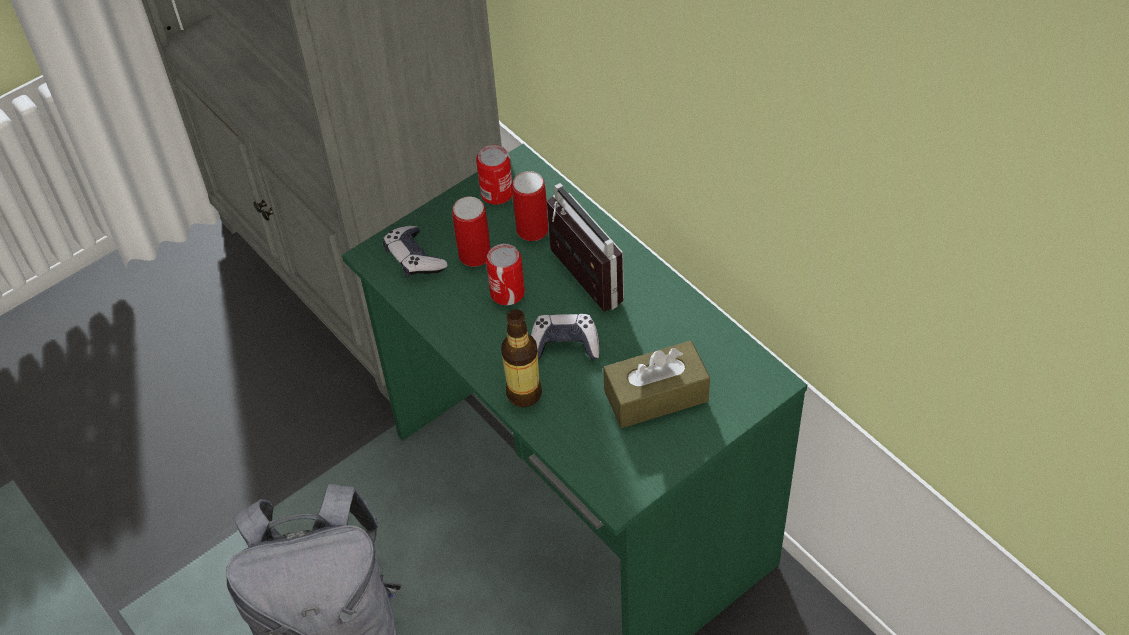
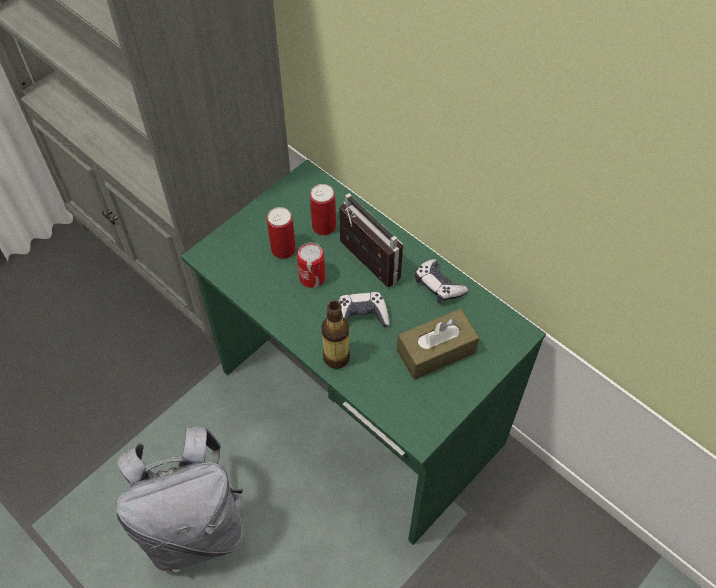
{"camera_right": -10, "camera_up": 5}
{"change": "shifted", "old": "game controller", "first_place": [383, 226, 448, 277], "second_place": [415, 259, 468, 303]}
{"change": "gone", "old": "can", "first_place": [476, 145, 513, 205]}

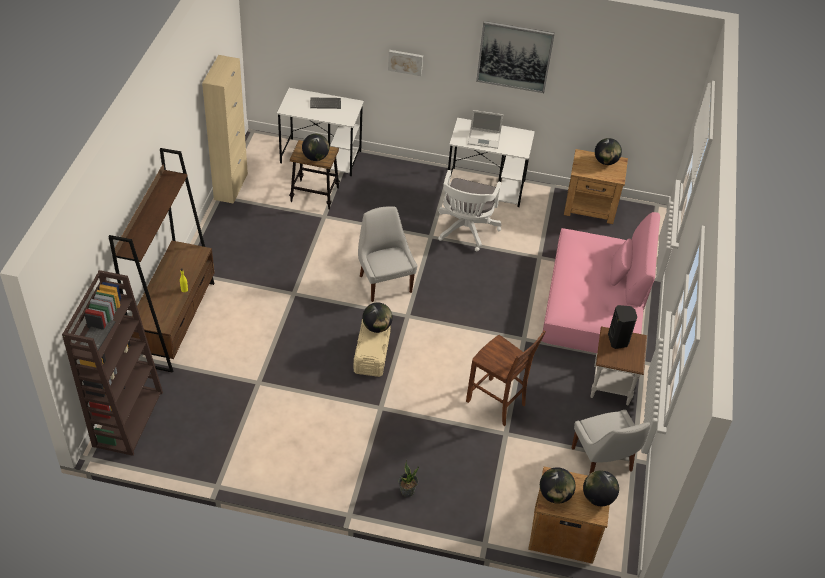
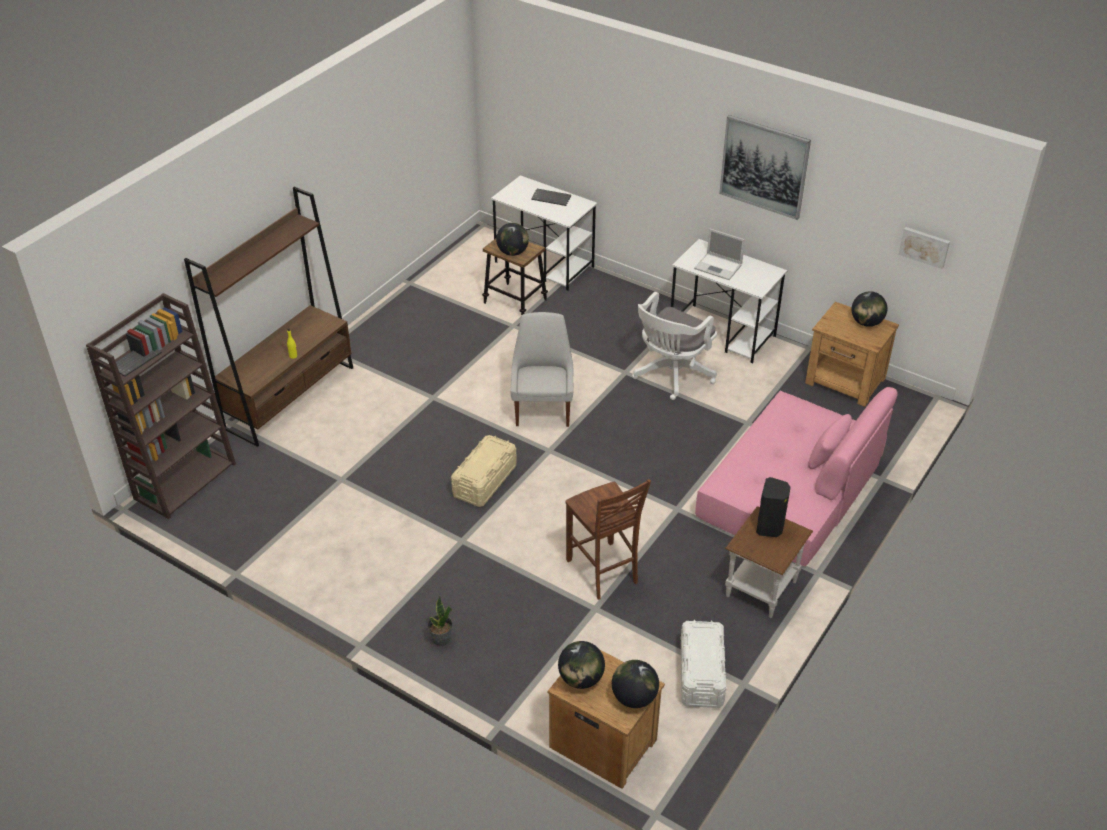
{"camera_right": 25, "camera_up": -5}
{"change": "swapped", "old": "white chair", "new": "white storage box", "first_place": [572, 410, 650, 474], "second_place": [681, 620, 727, 708]}
{"change": "shifted", "old": "picture", "first_place": [388, 50, 423, 76], "second_place": [898, 227, 950, 269]}
{"change": "gone", "old": "beige cabinet", "first_place": [202, 55, 248, 204]}
{"change": "gone", "old": "globe", "first_place": [362, 303, 393, 333]}

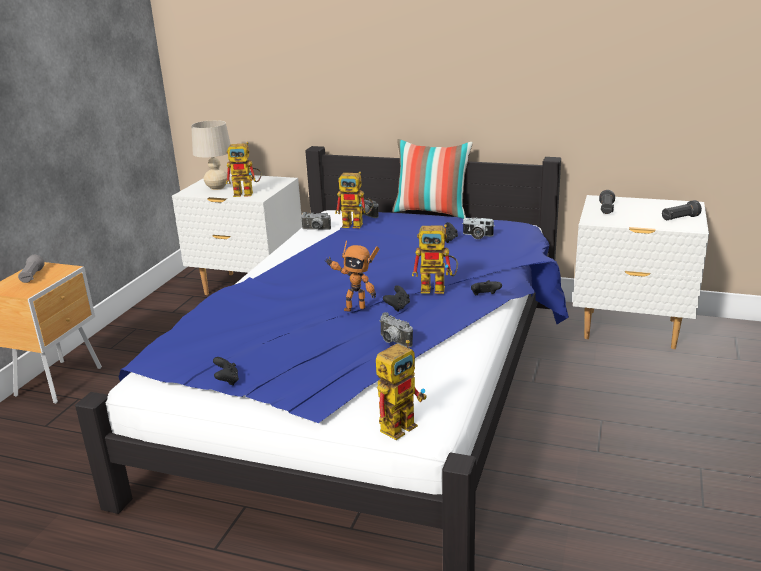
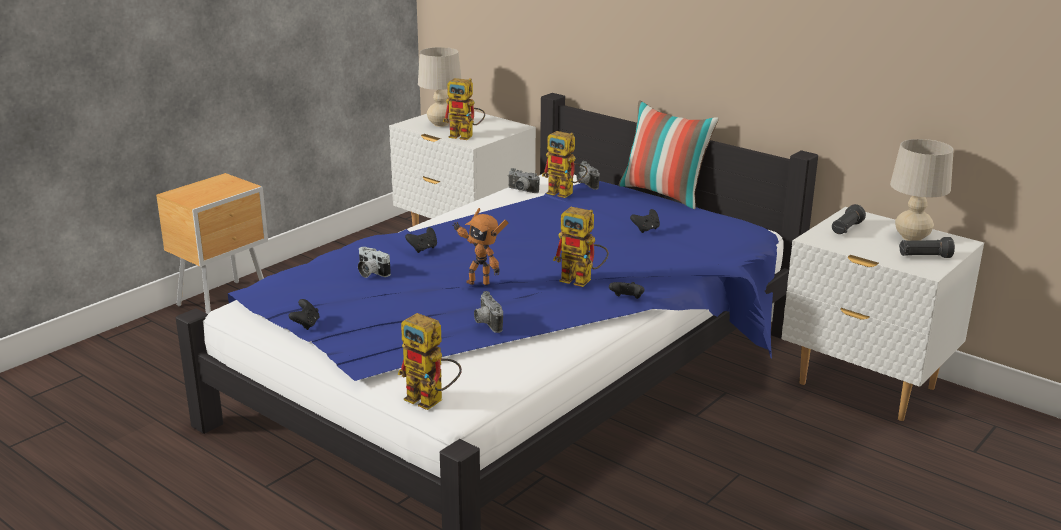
{"camera_right": 20, "camera_up": 0}
{"change": "shifted", "old": "photo camera", "first_place": [463, 218, 495, 239], "second_place": [358, 247, 391, 278]}
{"change": "rotated", "old": "toy robot", "first_place": [376, 340, 427, 440], "second_place": [398, 313, 462, 410], "degrees": 60}
{"change": "shifted", "old": "black game controller", "first_place": [383, 285, 410, 312], "second_place": [405, 227, 437, 253]}
{"change": "new", "new": "beige table lamp", "second_place": [890, 139, 954, 241]}
{"change": "gone", "old": "grey flashlight", "first_place": [18, 255, 45, 283]}

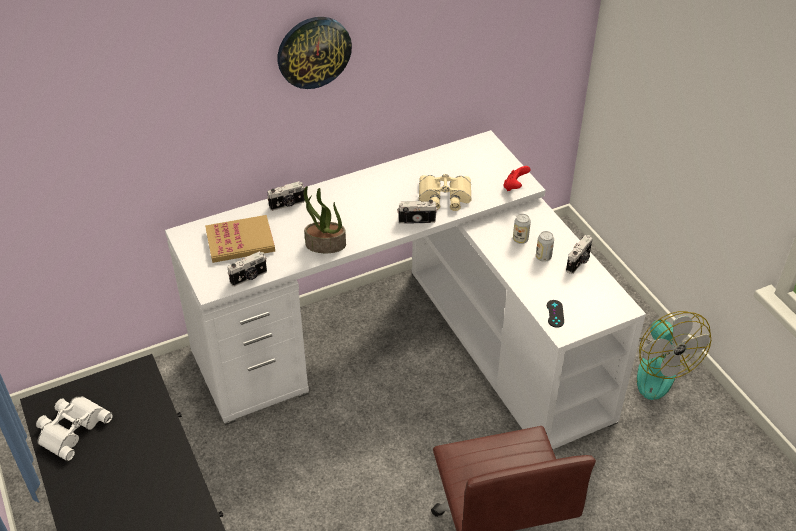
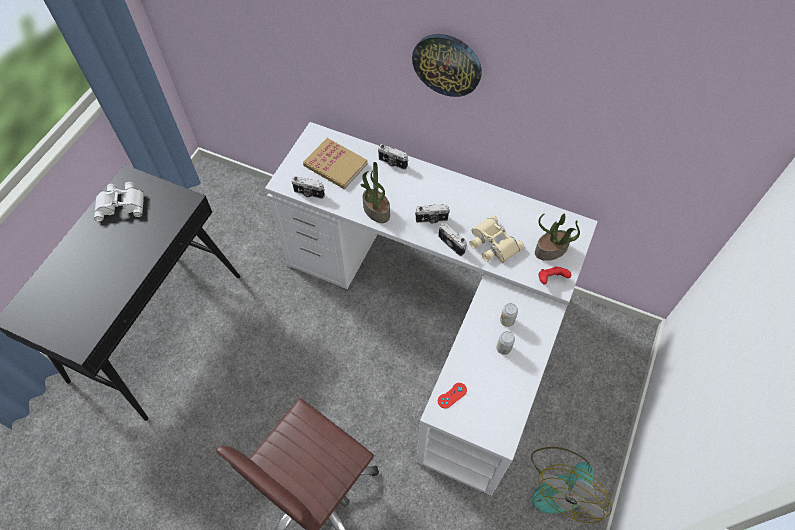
{"camera_right": 50, "camera_up": 15}
{"change": "shifted", "old": "photo camera", "first_place": [566, 235, 593, 274], "second_place": [415, 204, 450, 224]}
{"change": "repainted", "old": "black game controller", "new": "red game controller", "first_place": [547, 300, 564, 328], "second_place": [438, 383, 467, 408]}
{"change": "new", "new": "potted plant", "second_place": [535, 214, 580, 261]}

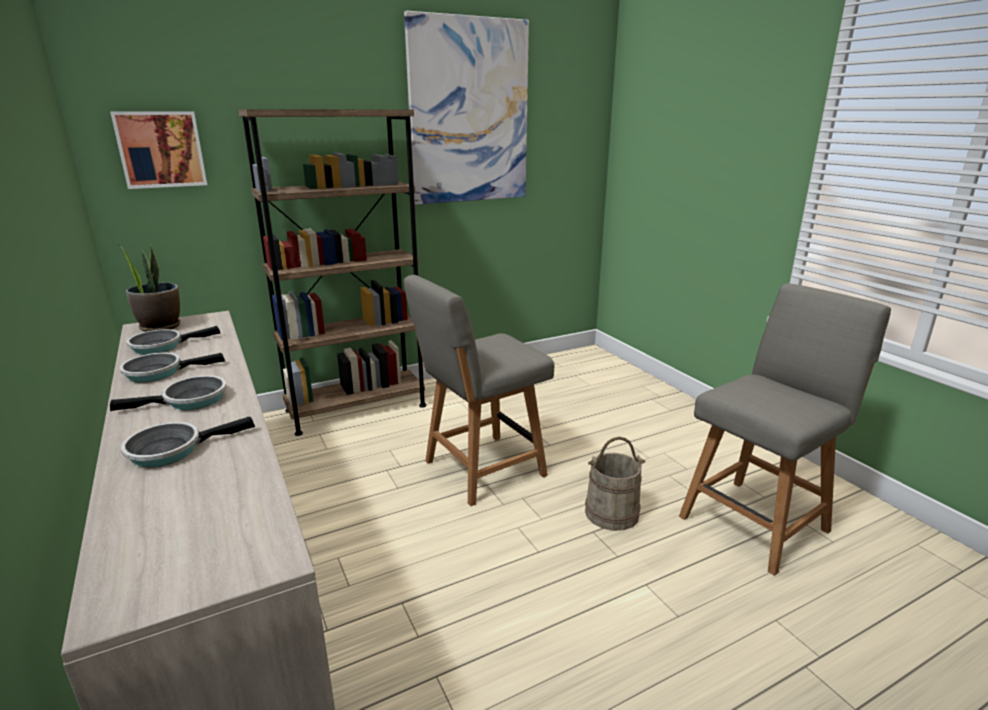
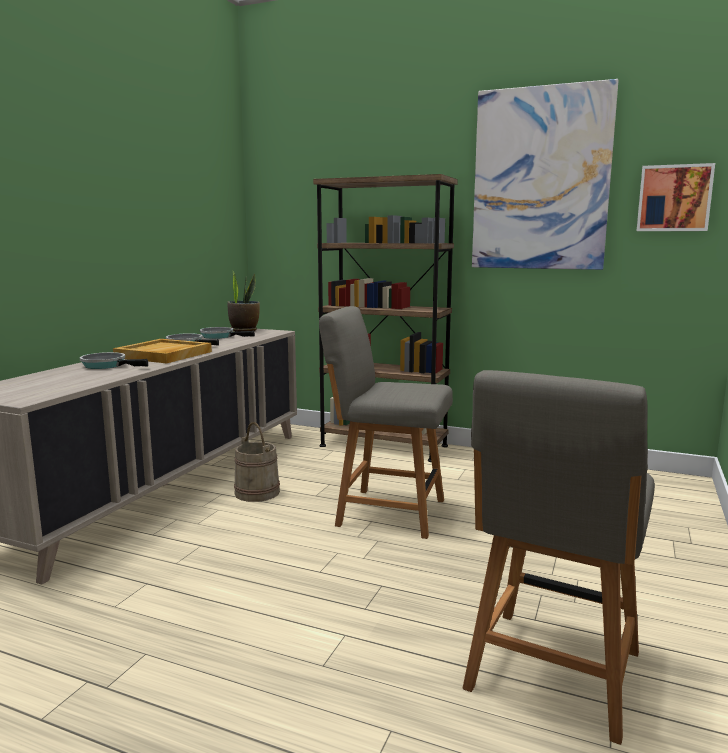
{"camera_right": 50, "camera_up": -10}
{"change": "swapped", "old": "frying pan", "new": "beige tray", "first_place": [110, 375, 227, 411], "second_place": [113, 339, 212, 363]}
{"change": "shifted", "old": "beige bucket", "first_place": [585, 437, 646, 531], "second_place": [234, 422, 280, 502]}
{"change": "rotated", "old": "grey chair", "first_place": [679, 283, 891, 576], "second_place": [463, 370, 655, 745], "degrees": 105}
{"change": "shifted", "old": "picture", "first_place": [110, 111, 207, 189], "second_place": [637, 163, 715, 231]}

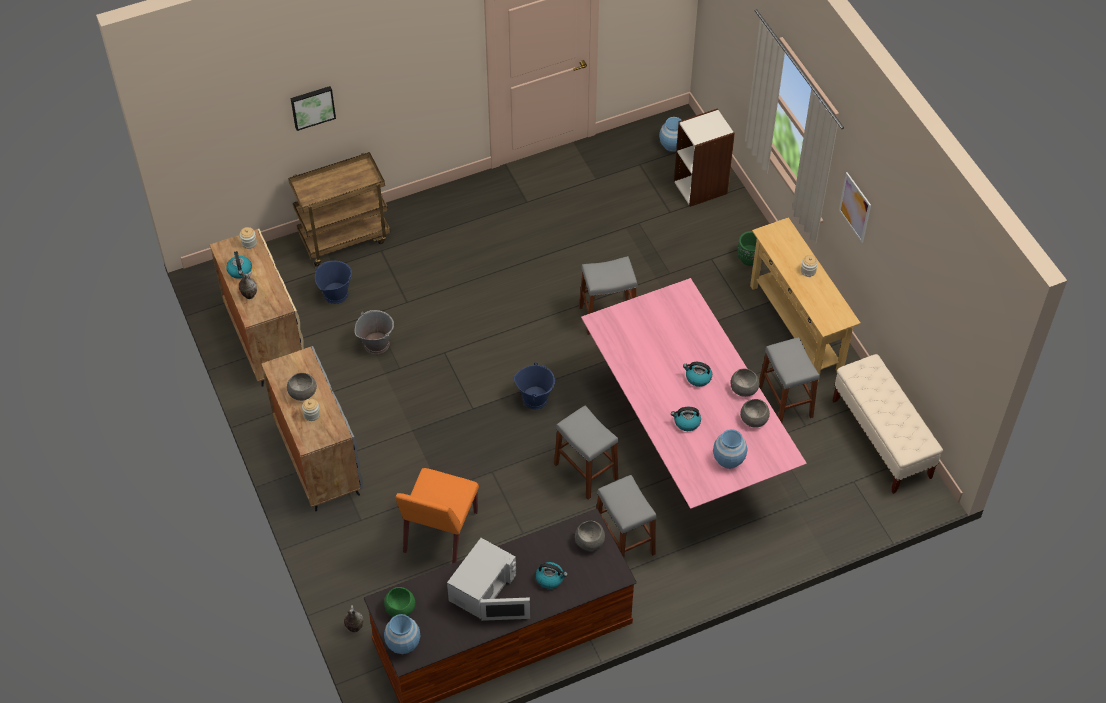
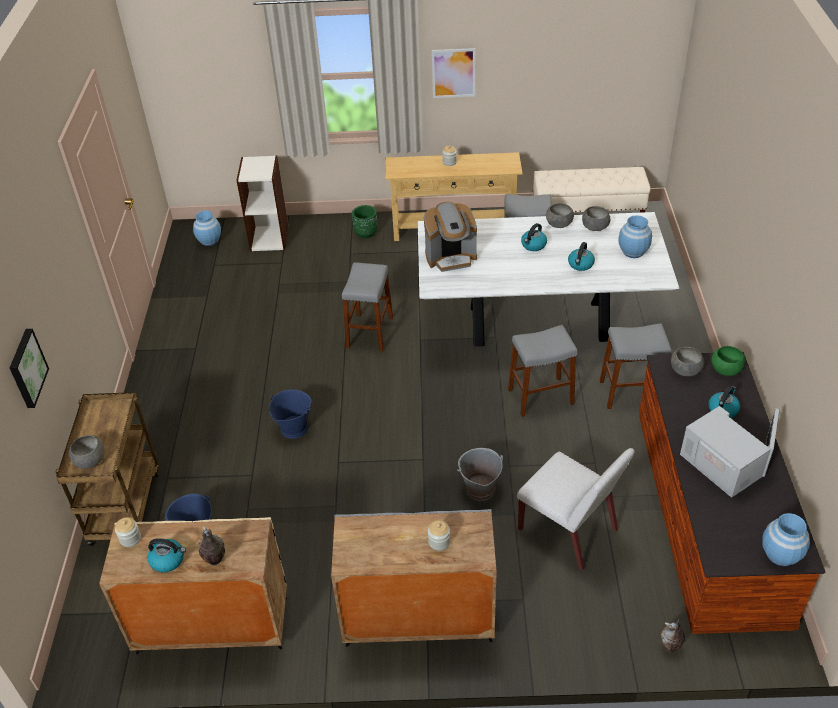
{"camera_right": -65, "camera_up": -10}
{"change": "shifted", "old": "grey bowl", "first_place": [287, 373, 317, 401], "second_place": [69, 435, 105, 469]}
{"change": "shifted", "old": "blue bucket", "first_place": [514, 362, 555, 409], "second_place": [269, 390, 312, 439]}
{"change": "repainted", "old": "pink dining table", "new": "white dining table", "first_place": [581, 278, 807, 509], "second_place": [418, 212, 679, 346]}
{"change": "new", "new": "coffee machine", "second_place": [424, 202, 477, 272]}
{"change": "shifted", "old": "grey bucket", "first_place": [355, 310, 394, 354], "second_place": [457, 448, 503, 501]}
{"change": "repainted", "old": "orange chair", "new": "white chair", "first_place": [396, 468, 479, 563], "second_place": [517, 448, 635, 571]}
{"change": "shifted", "old": "green bowl", "first_place": [384, 587, 415, 617], "second_place": [711, 346, 745, 376]}

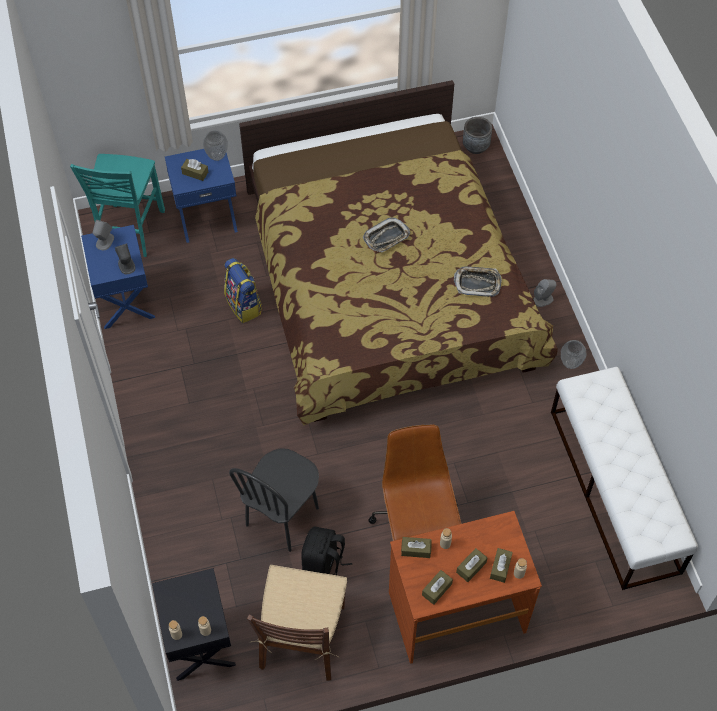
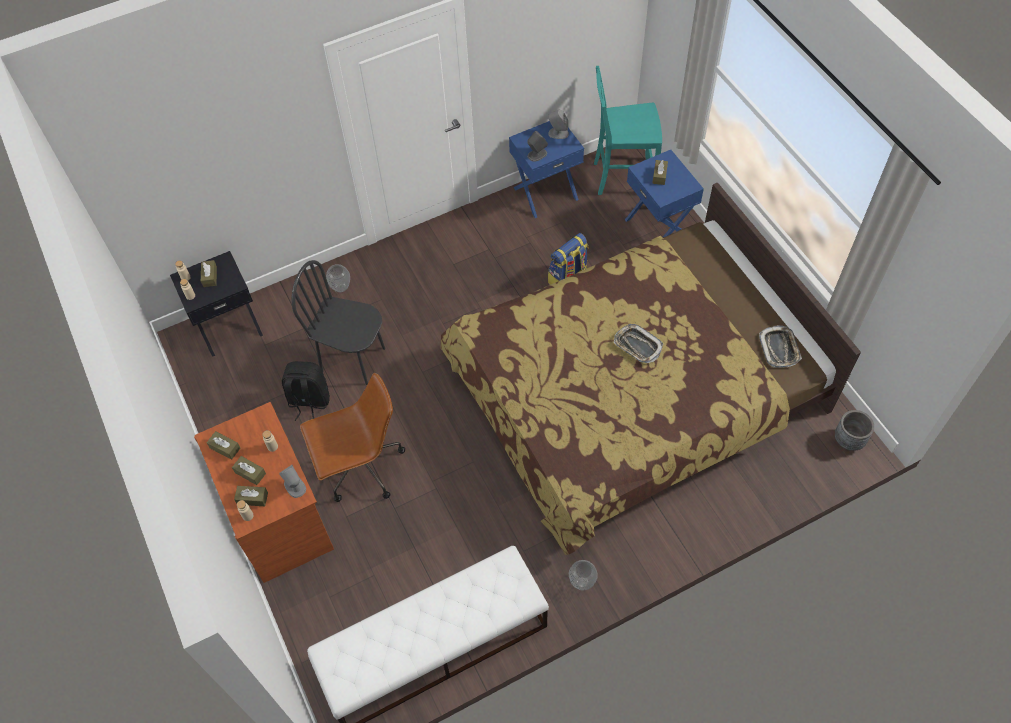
{"camera_right": 80, "camera_up": 0}
{"change": "shifted", "old": "brown tissue box", "first_place": [401, 537, 432, 558], "second_place": [201, 260, 217, 287]}
{"change": "shifted", "old": "grey speaker", "first_place": [533, 279, 557, 307], "second_place": [279, 465, 306, 498]}
{"change": "shifted", "old": "vase", "first_place": [203, 130, 228, 161], "second_place": [326, 264, 350, 292]}
{"change": "shifted", "old": "tray", "first_place": [454, 266, 502, 297], "second_place": [759, 325, 802, 368]}
{"change": "gone", "old": "brown chair", "first_place": [247, 565, 347, 681]}

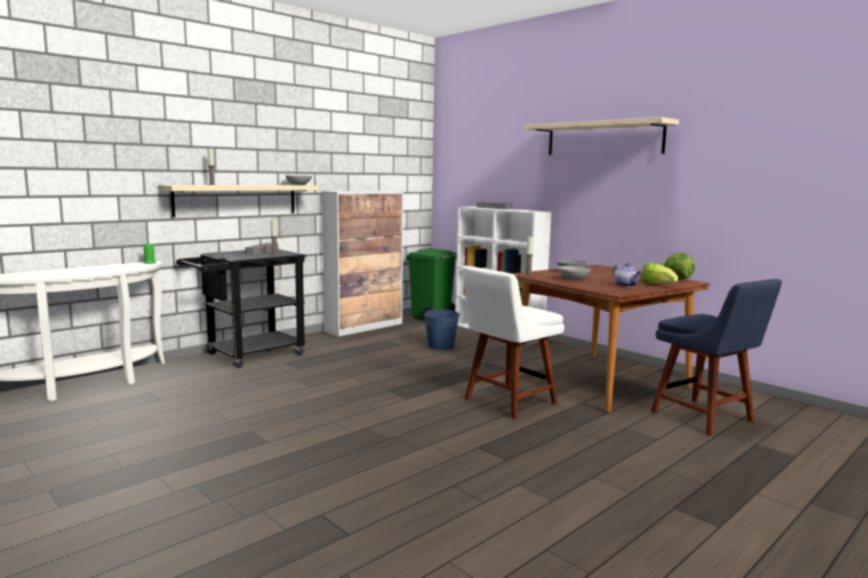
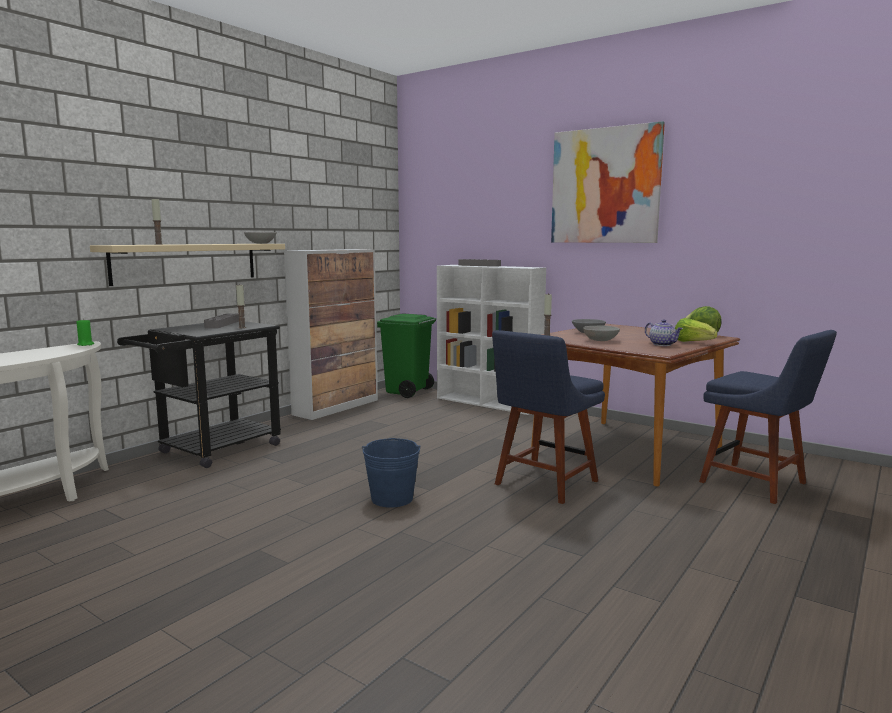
{"camera_right": -10, "camera_up": 0}
{"change": "shifted", "old": "blue bucket", "first_place": [424, 309, 460, 350], "second_place": [362, 438, 421, 508]}
{"change": "repainted", "old": "white chair", "new": "blue chair", "first_place": [462, 266, 564, 419], "second_place": [492, 330, 605, 504]}
{"change": "swapped", "old": "beige shelf", "new": "picture", "first_place": [524, 117, 679, 155], "second_place": [551, 121, 665, 243]}

